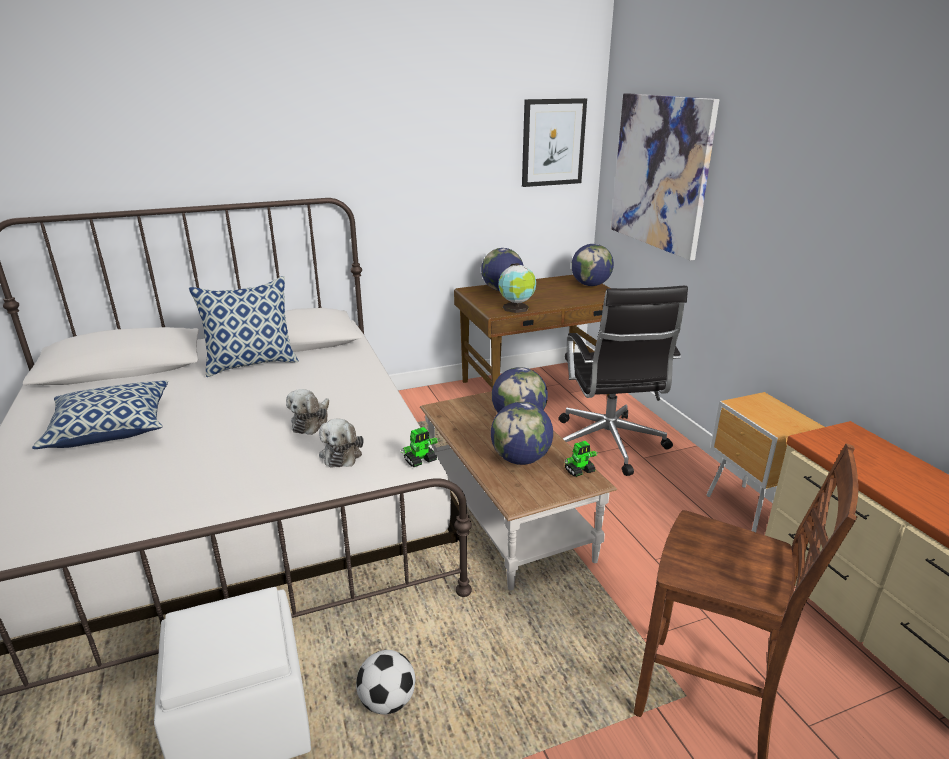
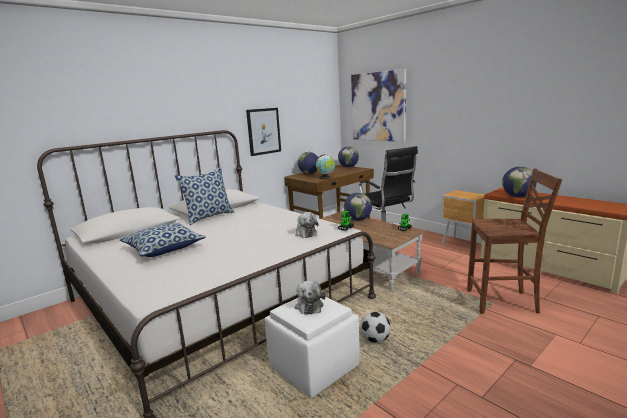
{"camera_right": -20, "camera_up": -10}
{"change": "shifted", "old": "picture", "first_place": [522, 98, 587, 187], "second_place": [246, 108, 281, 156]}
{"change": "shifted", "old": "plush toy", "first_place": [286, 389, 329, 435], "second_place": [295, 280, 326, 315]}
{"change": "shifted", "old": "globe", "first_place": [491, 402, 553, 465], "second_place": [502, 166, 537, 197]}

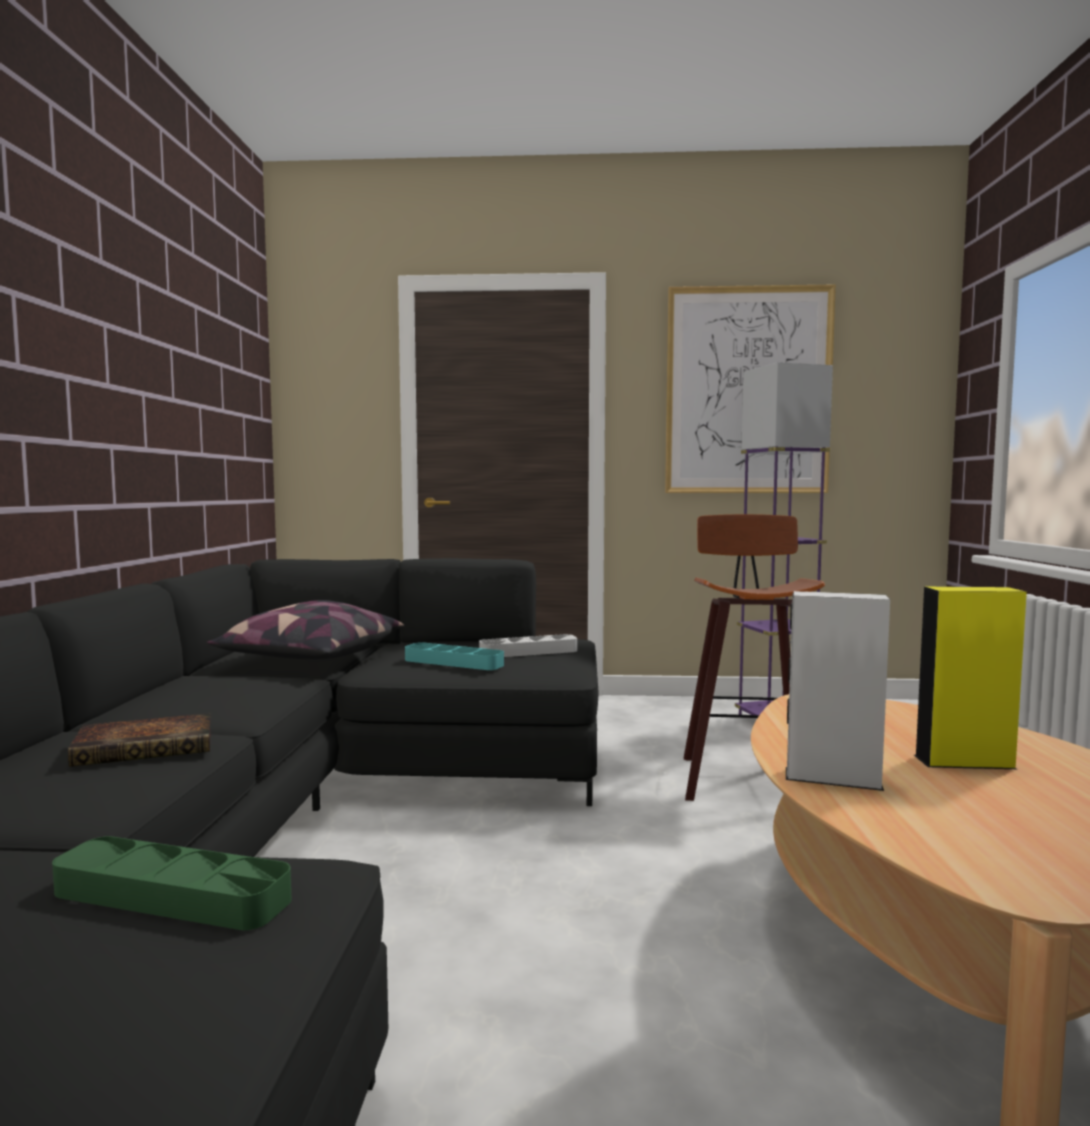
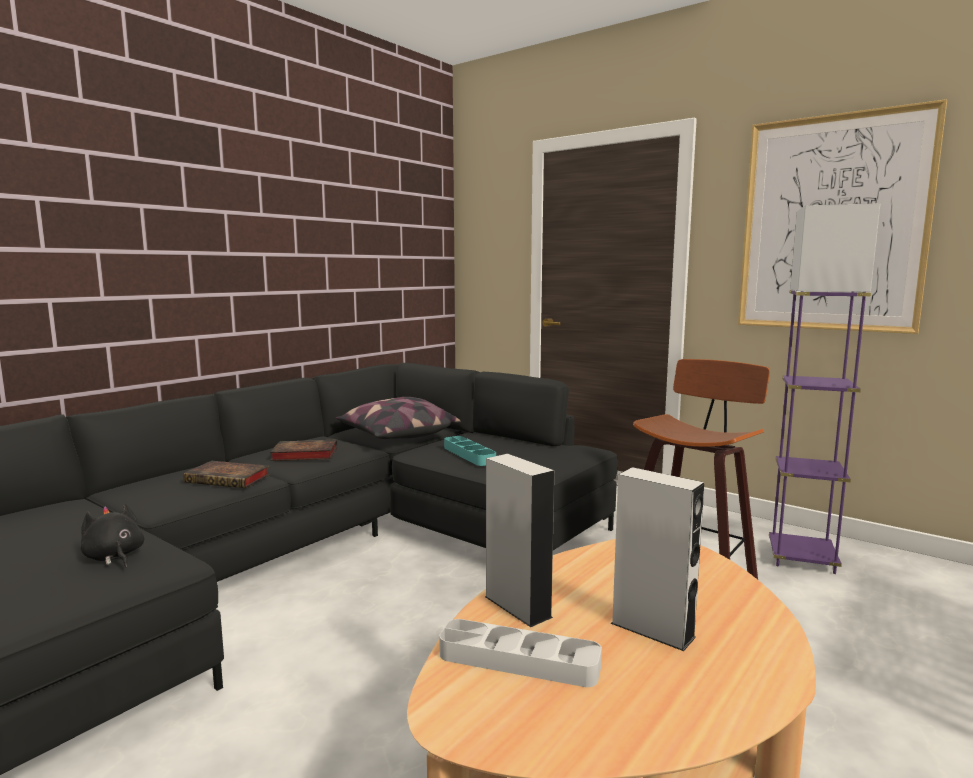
{"camera_right": 35, "camera_up": 5}
{"change": "swapped", "old": "green tray", "new": "black plush toy", "first_place": [52, 836, 292, 931], "second_place": [81, 503, 144, 567]}
{"change": "new", "new": "book", "second_place": [270, 440, 337, 461]}
{"change": "shifted", "old": "grey tray", "first_place": [479, 634, 577, 657], "second_place": [439, 619, 602, 687]}
{"change": "repainted", "old": "yellow speaker", "new": "grey speaker", "first_place": [914, 587, 1027, 769], "second_place": [610, 467, 704, 651]}

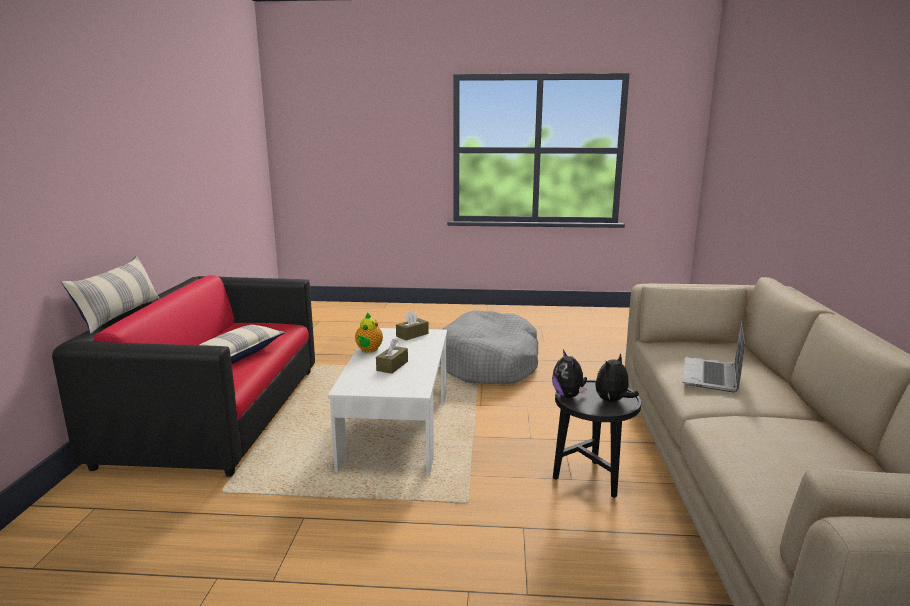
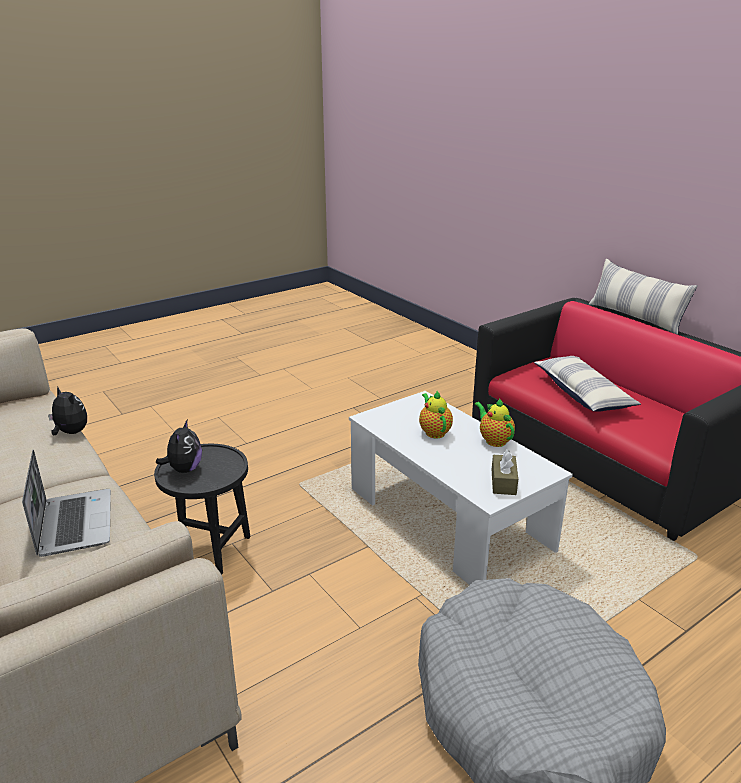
{"camera_right": 140, "camera_up": 10}
{"change": "shifted", "old": "plush toy", "first_place": [552, 350, 587, 398], "second_place": [48, 387, 87, 435]}
{"change": "swapped", "old": "brown tissue box", "new": "teapot", "first_place": [376, 339, 408, 374], "second_place": [419, 391, 453, 438]}

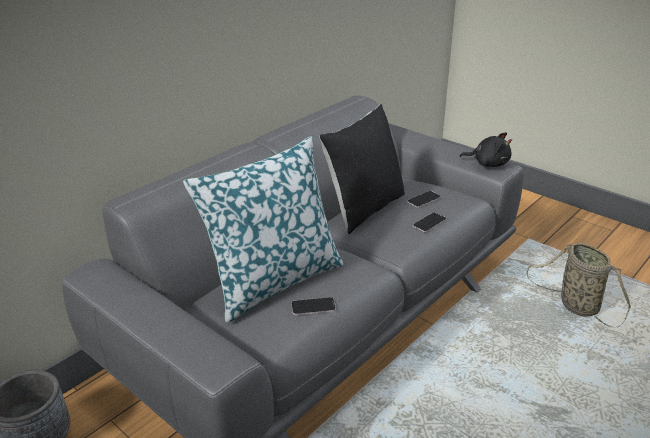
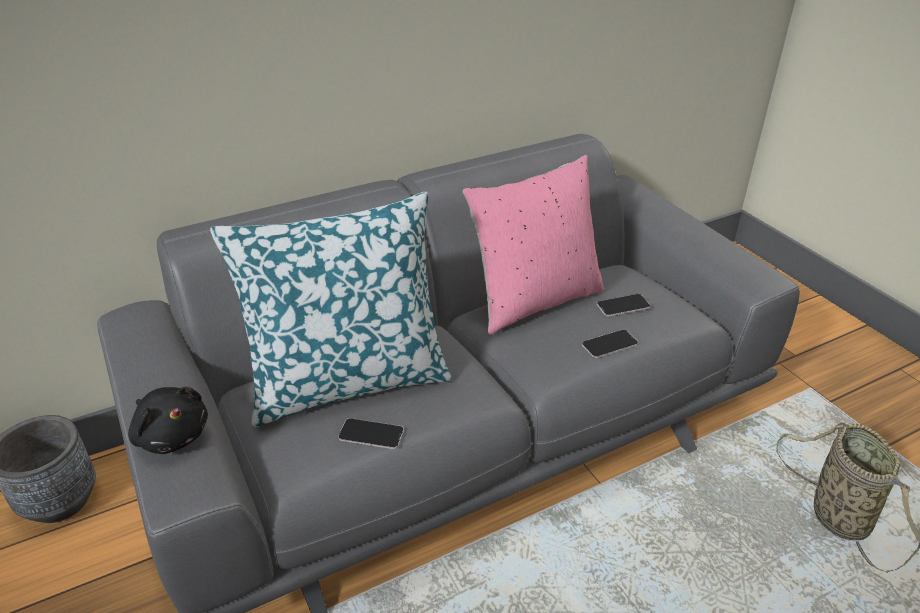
{"camera_right": 20, "camera_up": 5}
{"change": "shifted", "old": "black plush toy", "first_place": [459, 132, 512, 167], "second_place": [128, 387, 208, 454]}
{"change": "repainted", "old": "black pillow", "new": "pink pillow", "first_place": [319, 104, 405, 234], "second_place": [463, 155, 604, 334]}

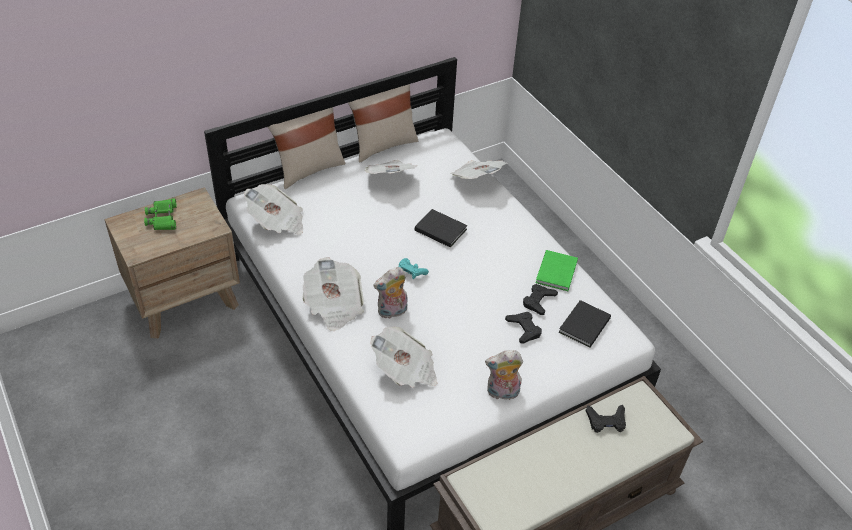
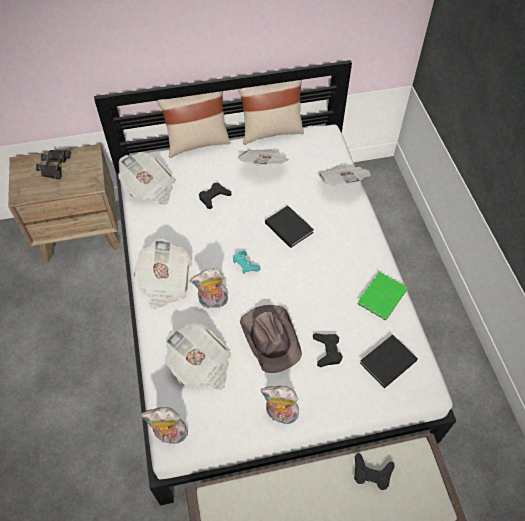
{"camera_right": 20, "camera_up": 10}
{"change": "repainted", "old": "green binoculars", "new": "black binoculars", "first_place": [144, 198, 177, 230], "second_place": [36, 150, 71, 179]}
{"change": "new", "new": "plush toy", "second_place": [141, 407, 188, 444]}
{"change": "shifted", "old": "black game controller", "first_place": [523, 284, 558, 315], "second_place": [199, 183, 232, 209]}
{"change": "new", "new": "brown hat", "second_place": [240, 305, 302, 373]}

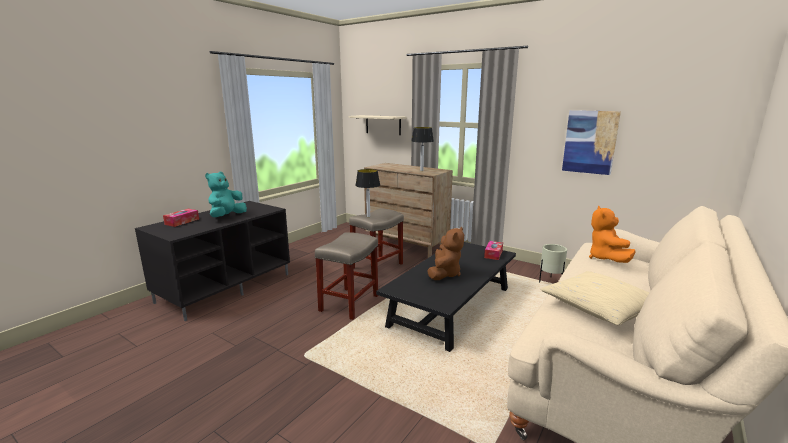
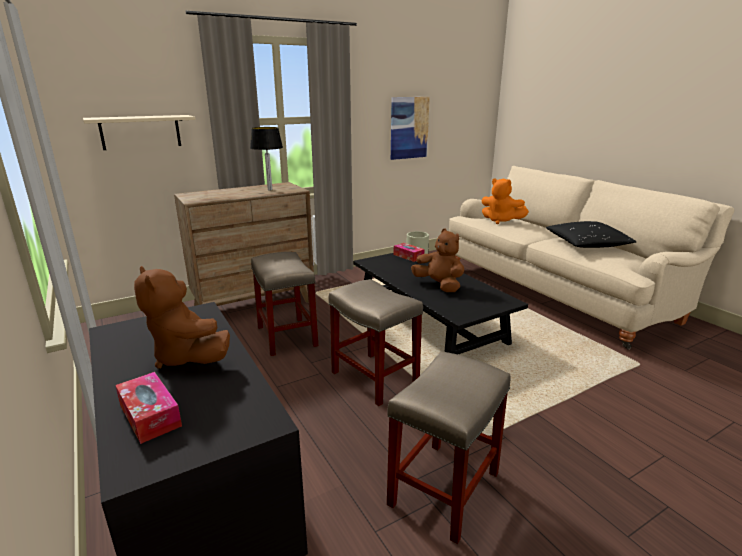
{"camera_right": -65, "camera_up": 5}
{"change": "repainted", "old": "turquoise plush toy", "new": "brown plush toy", "first_place": [205, 172, 247, 217], "second_place": [134, 266, 230, 369]}
{"change": "new", "new": "beige stool", "second_place": [387, 351, 511, 544]}
{"change": "repainted", "old": "beige pillow", "new": "black pillow", "first_place": [540, 271, 649, 326], "second_place": [546, 221, 636, 248]}
{"change": "gone", "old": "table lamp", "first_place": [355, 169, 380, 217]}

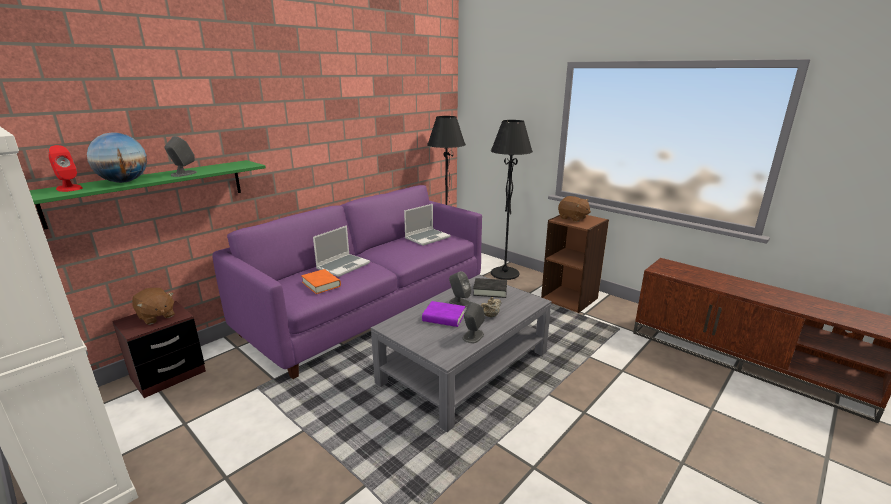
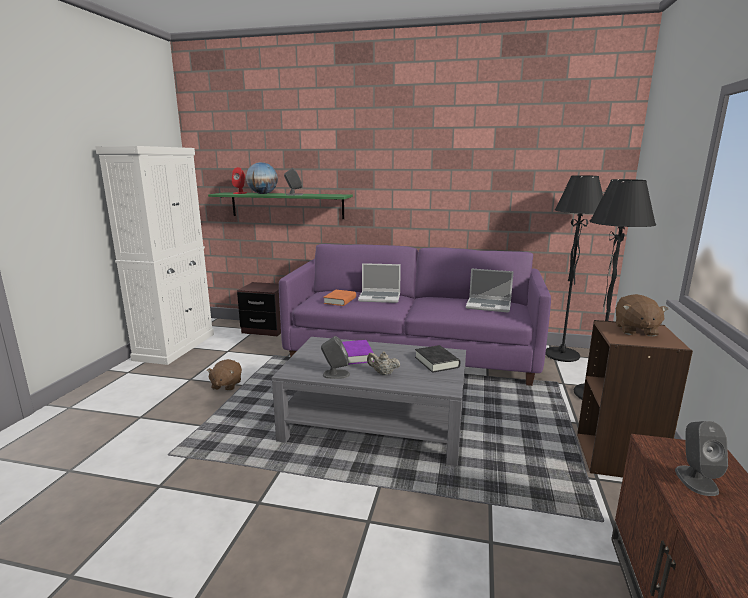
{"camera_right": 60, "camera_up": -5}
{"change": "shifted", "old": "brown plush toy", "first_place": [132, 288, 175, 325], "second_place": [207, 359, 242, 391]}
{"change": "shifted", "old": "grey speaker", "first_place": [449, 271, 472, 308], "second_place": [675, 421, 728, 496]}

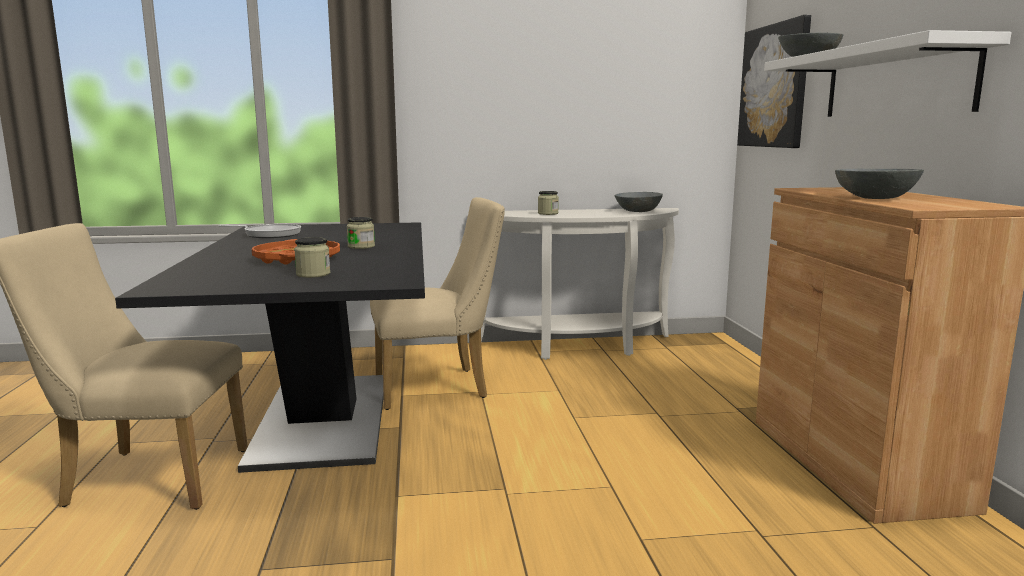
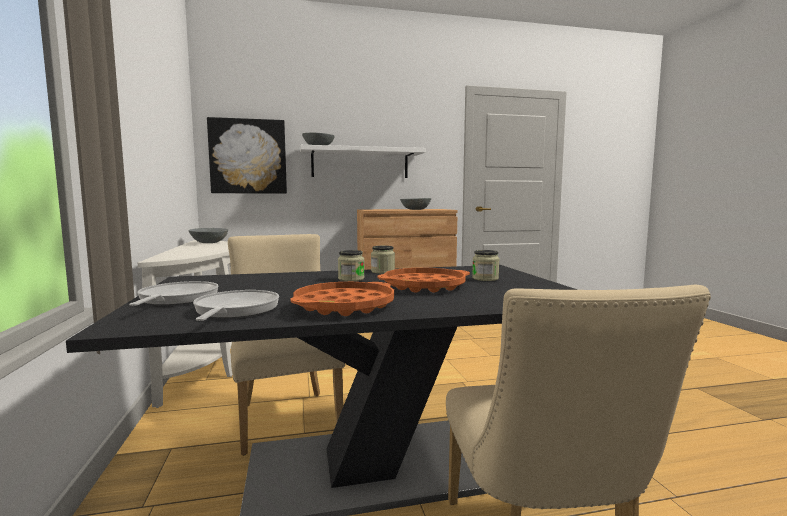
{"camera_right": -95, "camera_up": -5}
{"change": "new", "new": "frying pan", "second_place": [129, 281, 219, 306]}
{"change": "new", "new": "orange tray", "second_place": [290, 282, 394, 316]}
{"change": "shifted", "old": "jar", "first_place": [538, 191, 559, 215], "second_place": [371, 246, 395, 274]}

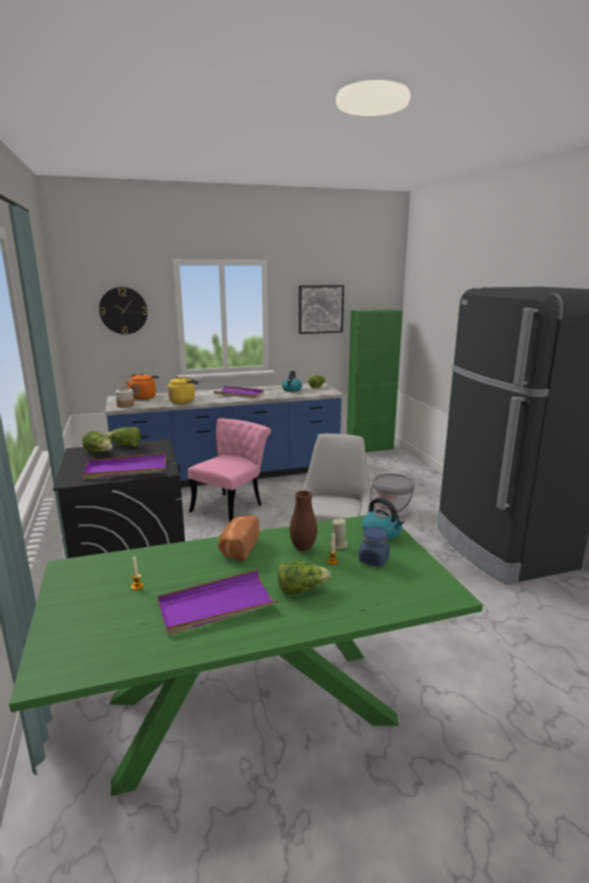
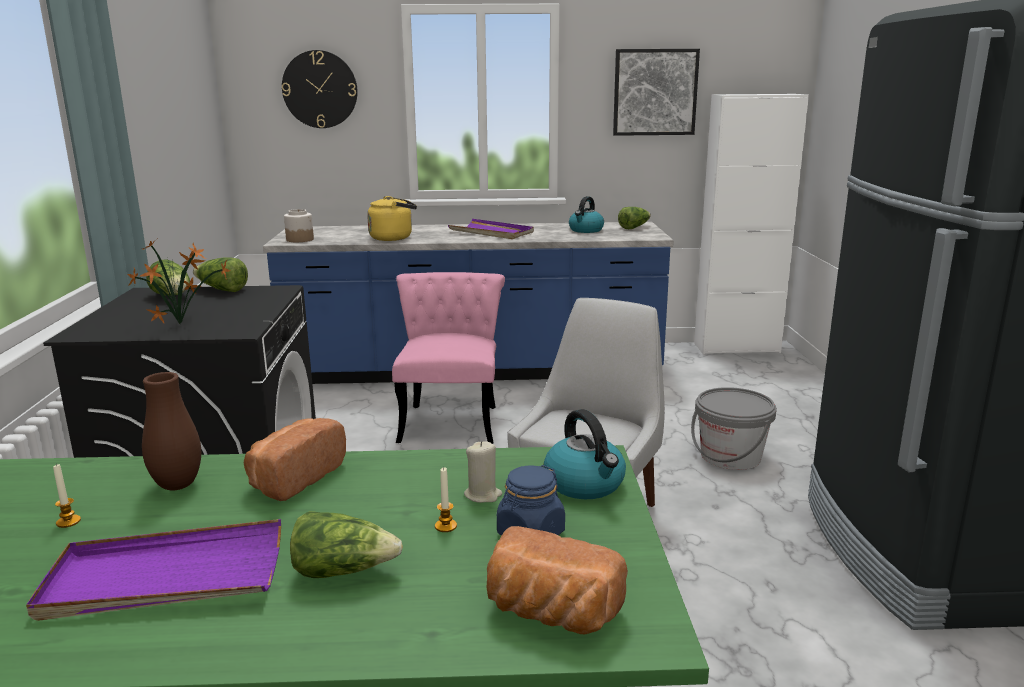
{"camera_right": 15, "camera_up": 0}
{"change": "swapped", "old": "purple tray", "new": "potted plant", "first_place": [82, 453, 166, 480], "second_place": [127, 239, 230, 325]}
{"change": "shifted", "old": "brown vase", "first_place": [290, 491, 317, 551], "second_place": [142, 372, 201, 490]}
{"change": "rotated", "old": "pink chair", "first_place": [188, 418, 271, 523], "second_place": [392, 272, 505, 444], "degrees": -45}
{"change": "new", "new": "bread", "second_place": [486, 526, 628, 634]}
{"change": "repainted", "old": "green cabinet", "new": "white cabinet", "first_place": [347, 309, 403, 452], "second_place": [694, 94, 809, 354]}
{"change": "gone", "old": "orange kettle", "first_place": [126, 373, 159, 400]}

